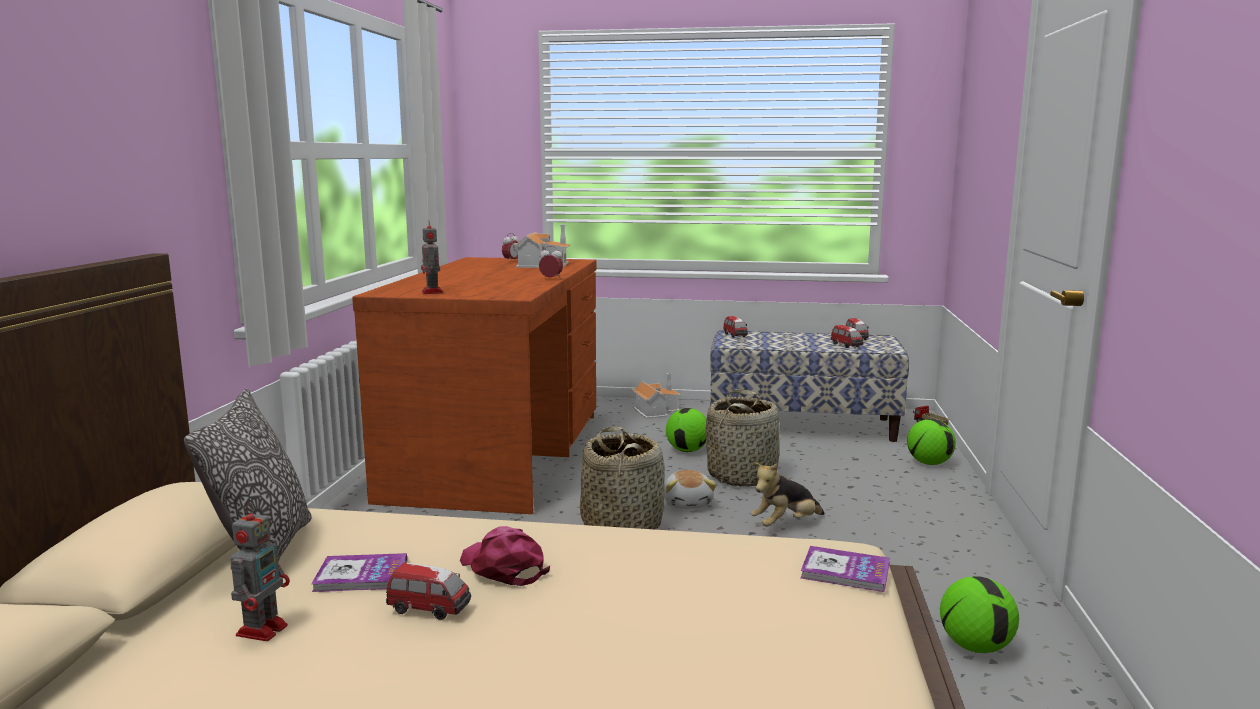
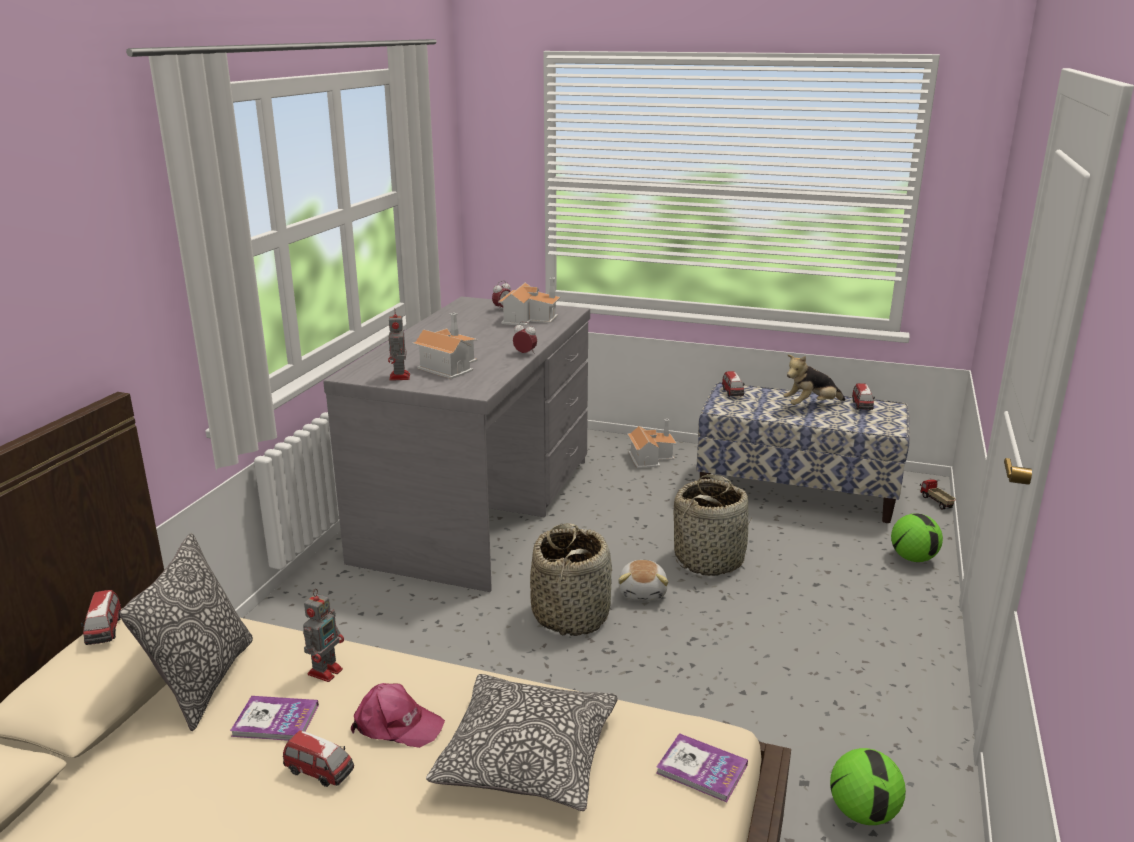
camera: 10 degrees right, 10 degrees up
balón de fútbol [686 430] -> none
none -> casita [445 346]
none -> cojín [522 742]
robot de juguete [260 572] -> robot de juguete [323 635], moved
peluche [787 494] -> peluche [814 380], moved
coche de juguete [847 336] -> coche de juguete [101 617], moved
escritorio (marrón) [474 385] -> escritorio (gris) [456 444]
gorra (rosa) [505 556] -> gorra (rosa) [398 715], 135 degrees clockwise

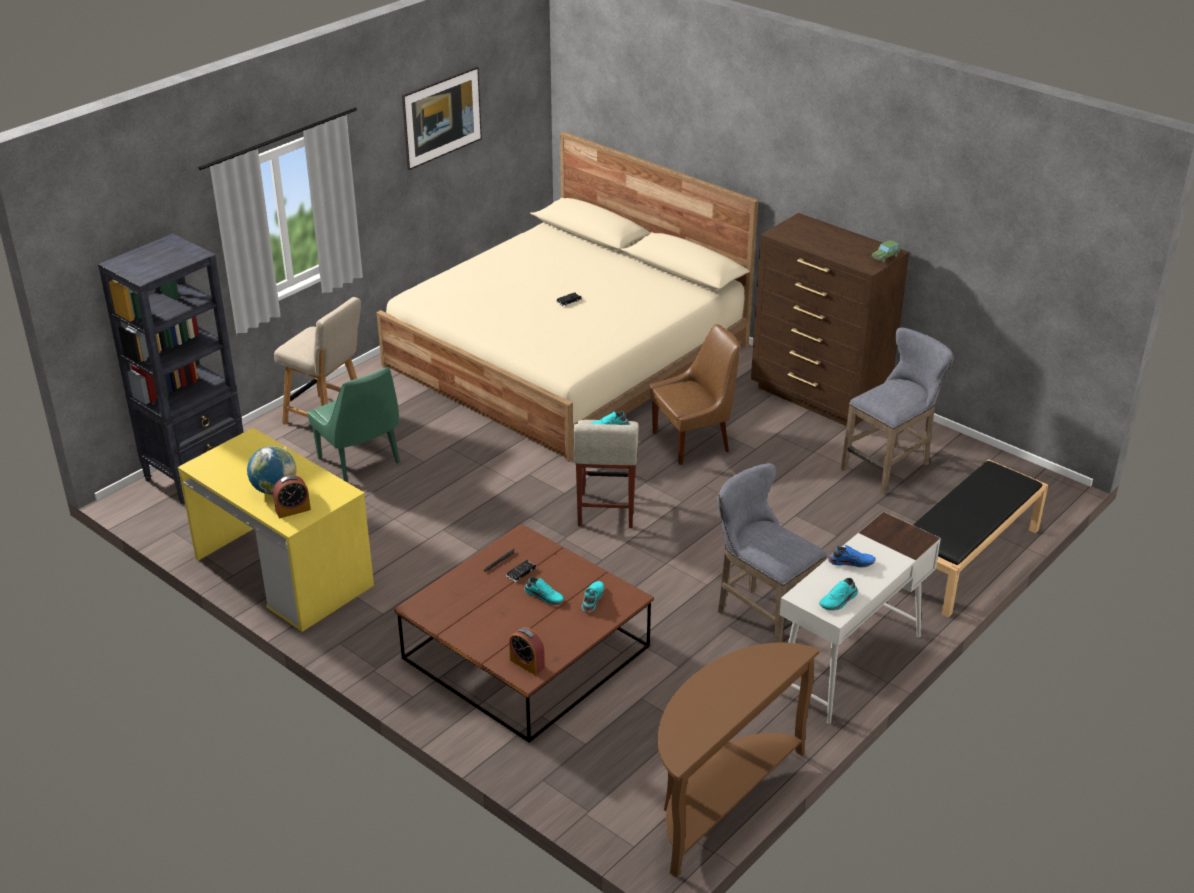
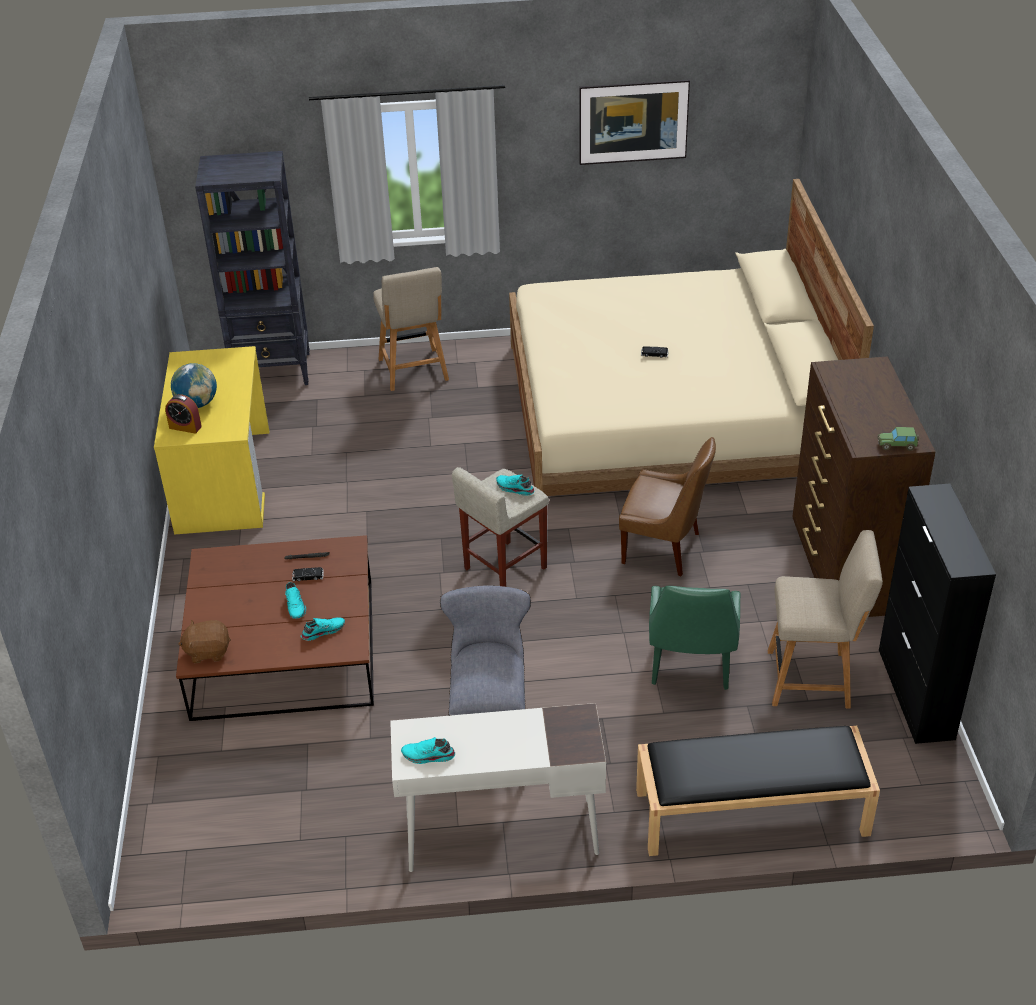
camera: 45 degrees right, 5 degrees up
mesa consola (marrón) [739 760] -> none
zapato (azul) [852 556] -> none
none -> armario (negro) [937 613]
silla (verde) [353 425] -> silla (verde) [695 638], moved
despertador [527 651] -> peluche (marrón) [204 641]
taburete (gris) [897 411] -> silla (beis) [825 619]

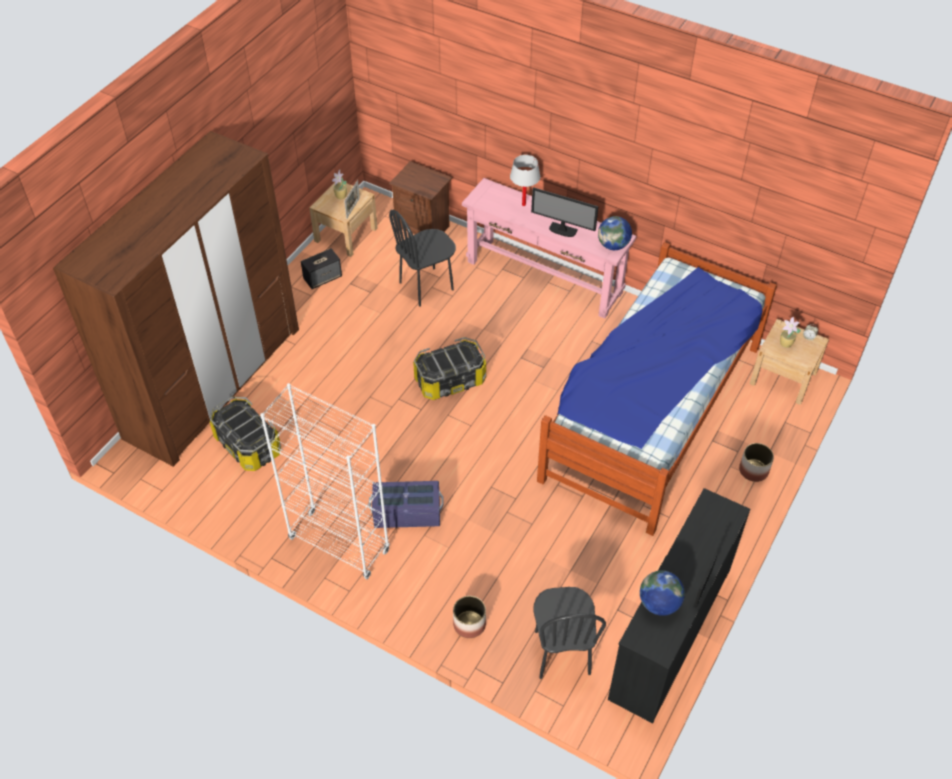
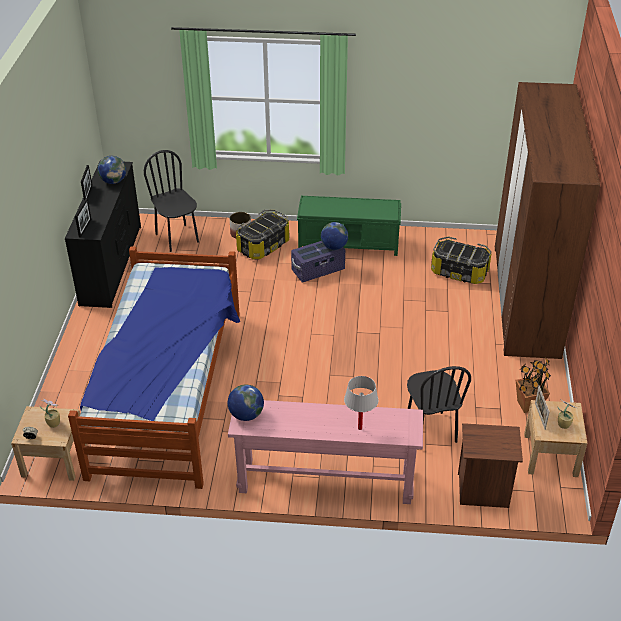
camera: 155 degrees right, 10 degrees down
monitor [564 212] -> none
maceta [756 462] -> none
none -> portarretratos [83 218]
none -> globo terráqueo [334 236]
caja de almacenaje [449 368] -> caja de almacenaje [262 234], moved
estantería (blanco) [325 481] -> banco (verde) [349 226]
altavoz [321 268] -> planta en maceta [533 385]
silla (negro) [422 258] -> silla (negro) [439 408], 135 degrees clockwise

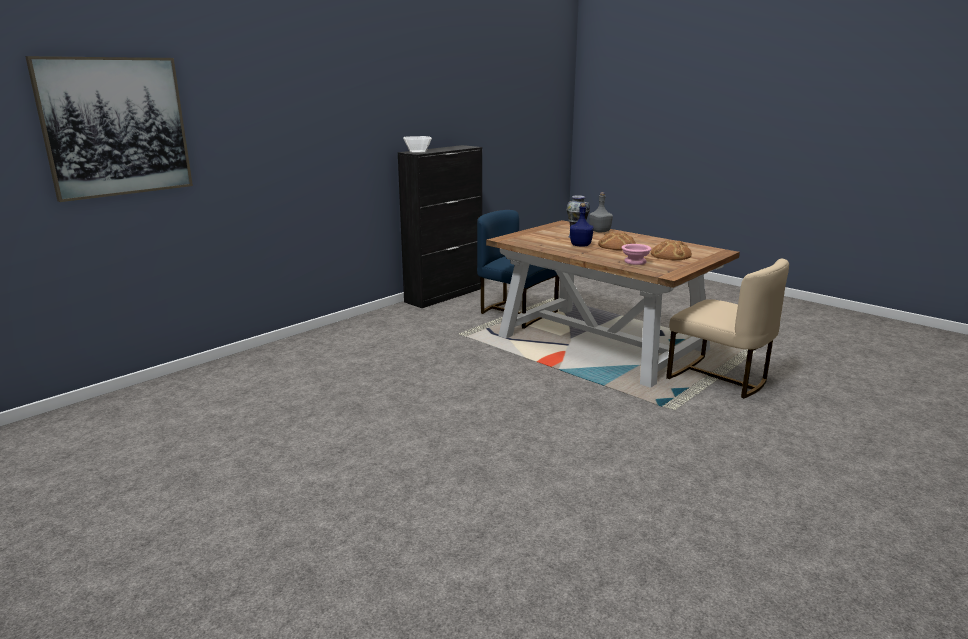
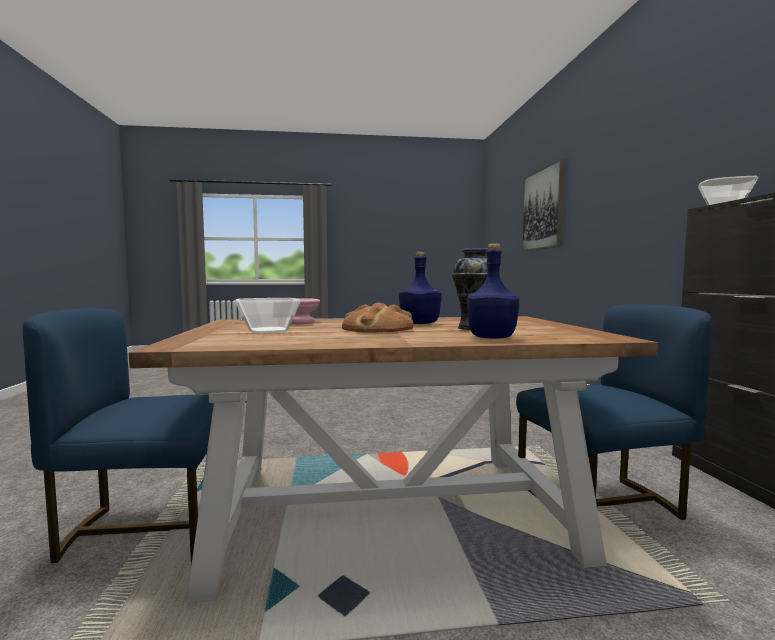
camera: 130 degrees right, 15 degrees down
pan [671 249] -> cuenco [268 315]
botella (gris) [601 212] -> botella (azul) [493 291]
silla (beis) [727 328] -> silla (azul) [118 436]

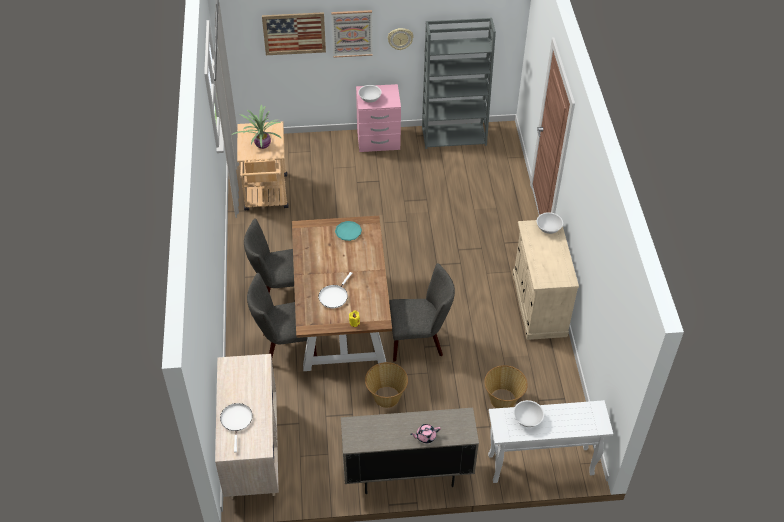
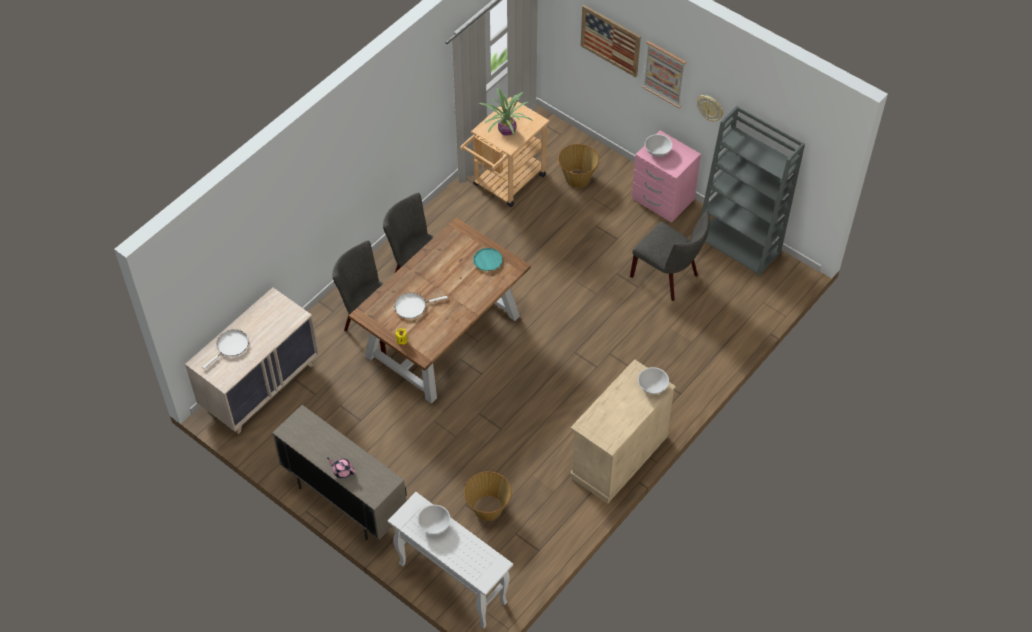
camera: 45 degrees right, 5 degrees up
cesta [386 385] -> cesta [578 166], moved
silla (gris) [422 312] -> silla (gris) [669 256], moved

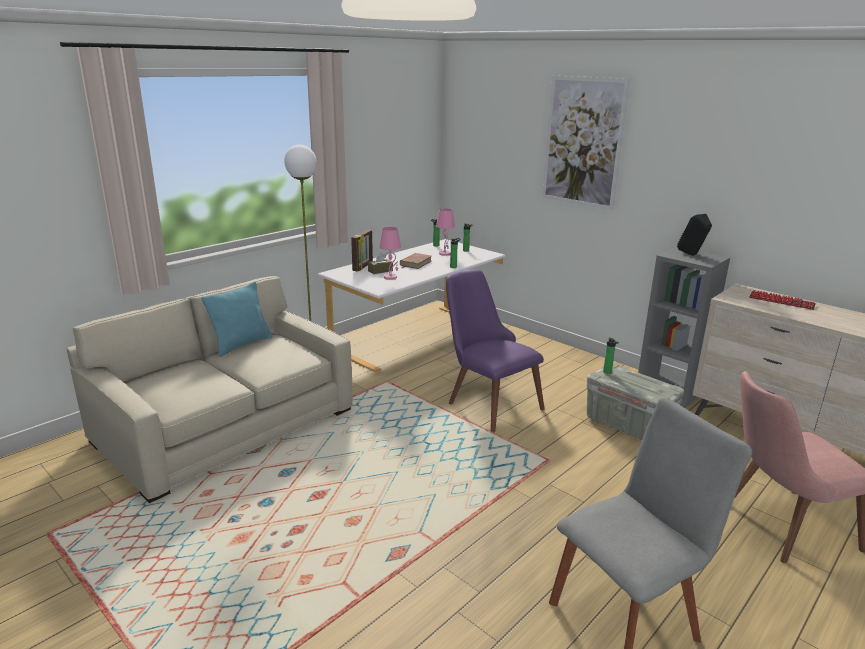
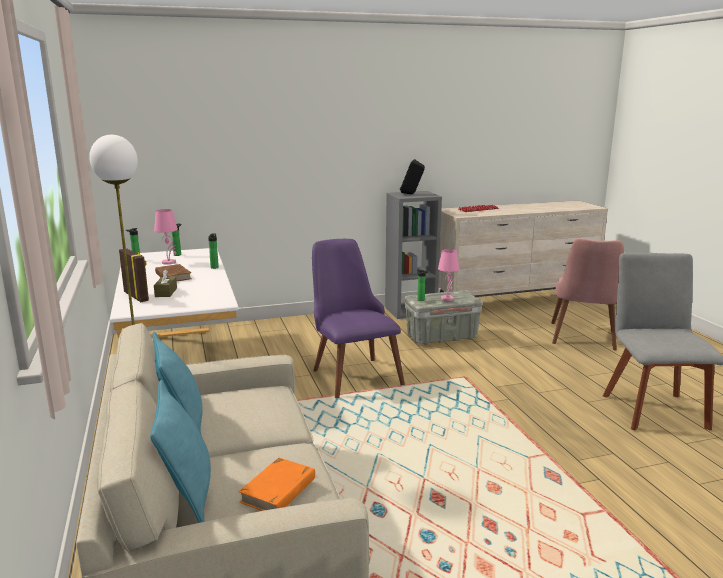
camera: 60 degrees left, 5 degrees down
cuadro [586 143] -> none
none -> cojín (turquesa) [180 451]
none -> libro (naranja) [277 484]
lámpara de mesa (rosa) [390 253] -> lámpara de mesa (rosa) [448 275], moved
silla (morado) [495 350] -> silla (morado) [358 318], 75 degrees clockwise

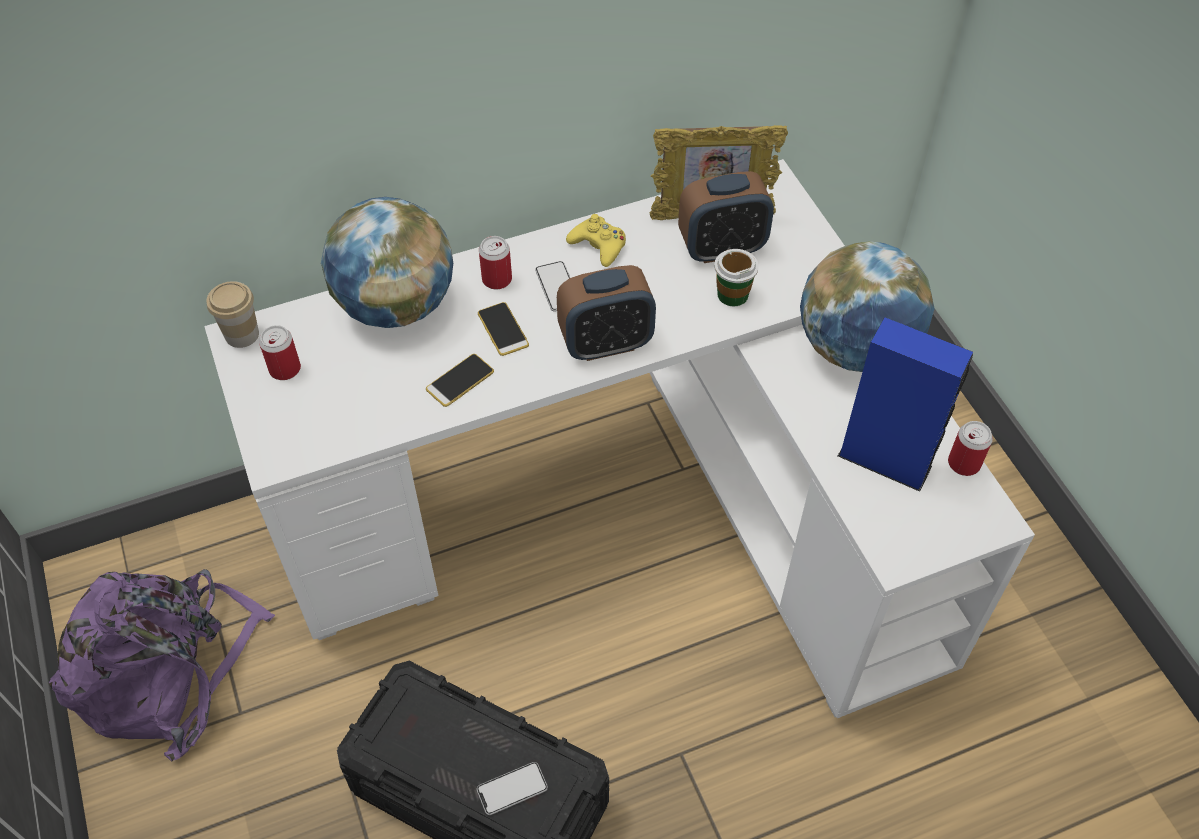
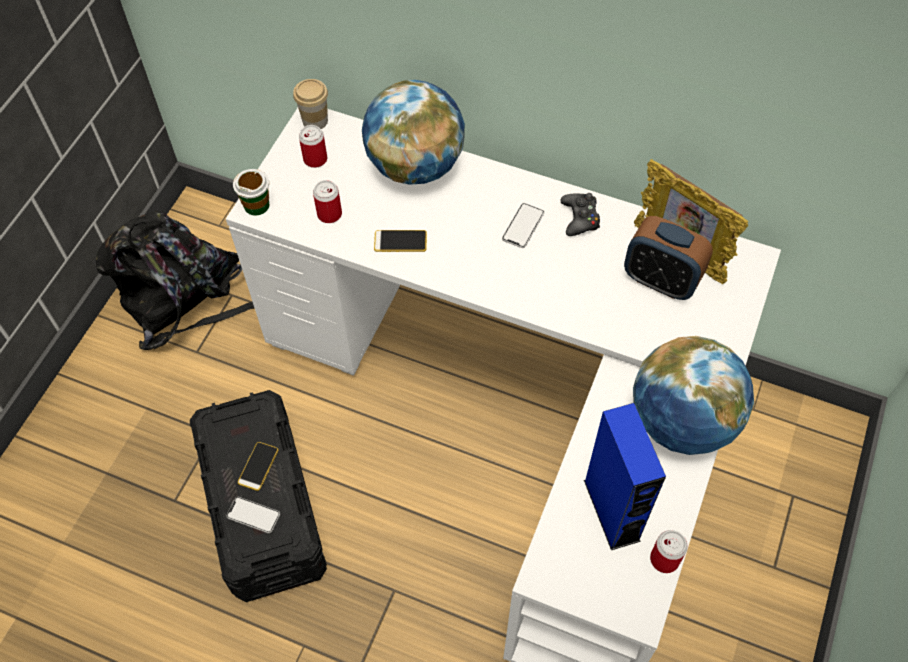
camera: 45 degrees right, 5 degrees up
despertador [606 313] -> none
móvil [503 329] -> móvil [258 466], moved
lata [495 263] -> lata [327 201], moved
taza [736 277] -> taza [251 192], moved
mochila (morado) [162 665] -> mochila (negro) [175 280]
mando de consola (amarillo) [596 240] -> mando de consola (negro) [580 214]

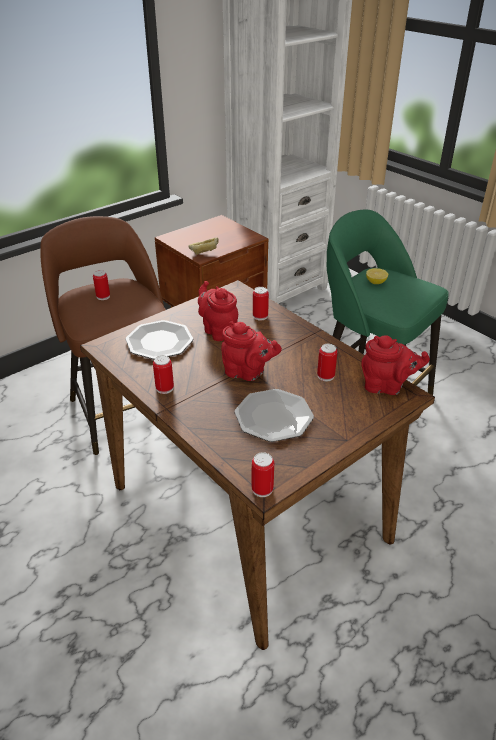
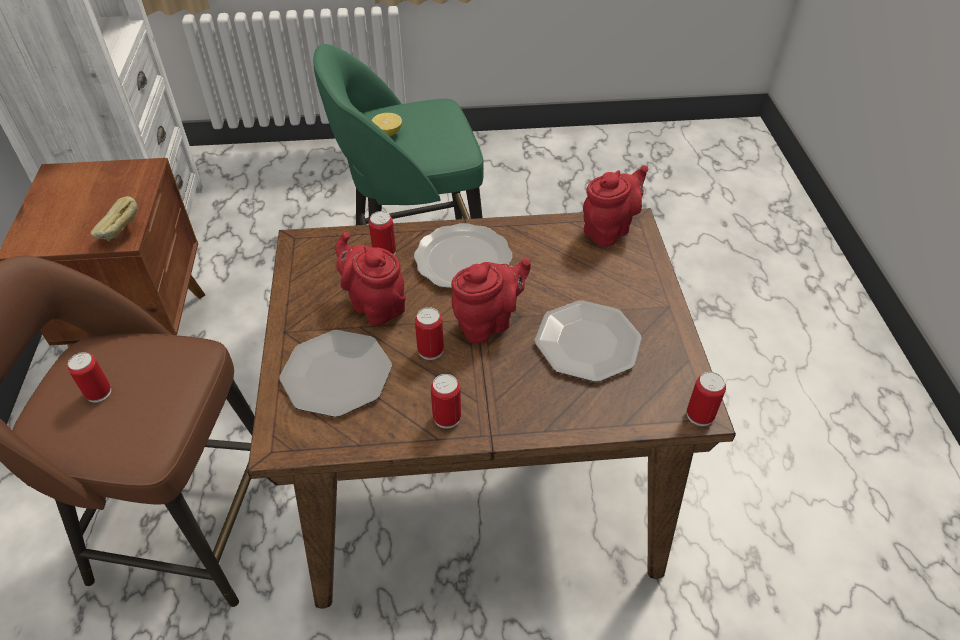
camera: 55 degrees left, 10 degrees up
none -> plato [463 256]
lata [327 362] -> lata [429 333], moved
tetera (rojo) [218 311] -> tetera (rojo) [370 278], 45 degrees clockwise

